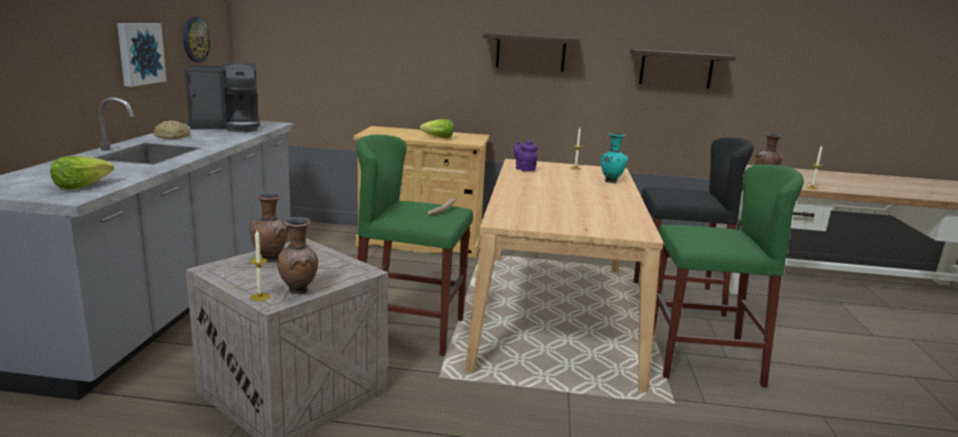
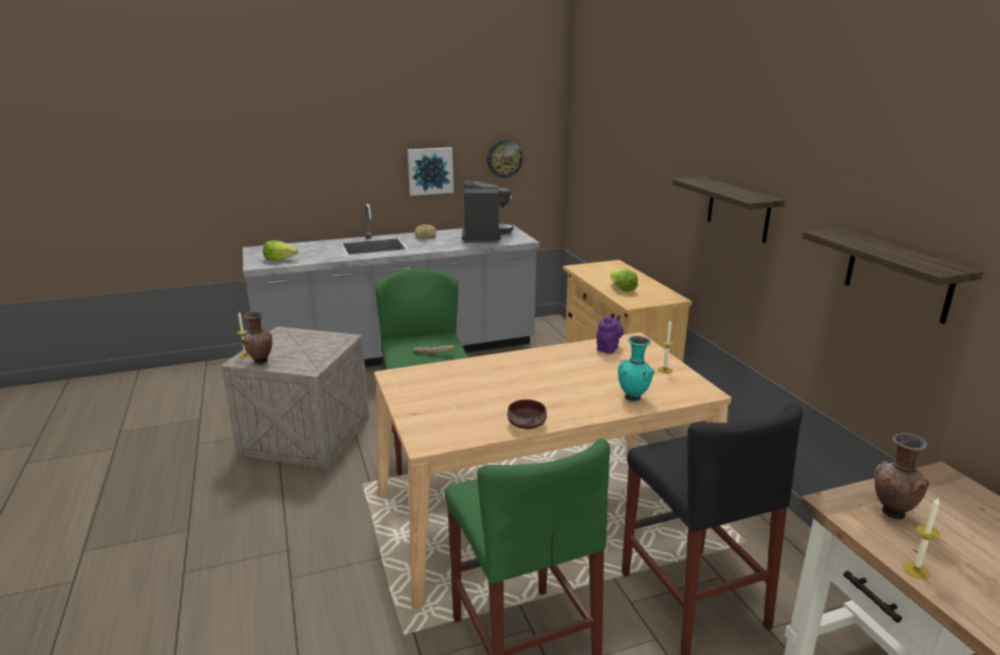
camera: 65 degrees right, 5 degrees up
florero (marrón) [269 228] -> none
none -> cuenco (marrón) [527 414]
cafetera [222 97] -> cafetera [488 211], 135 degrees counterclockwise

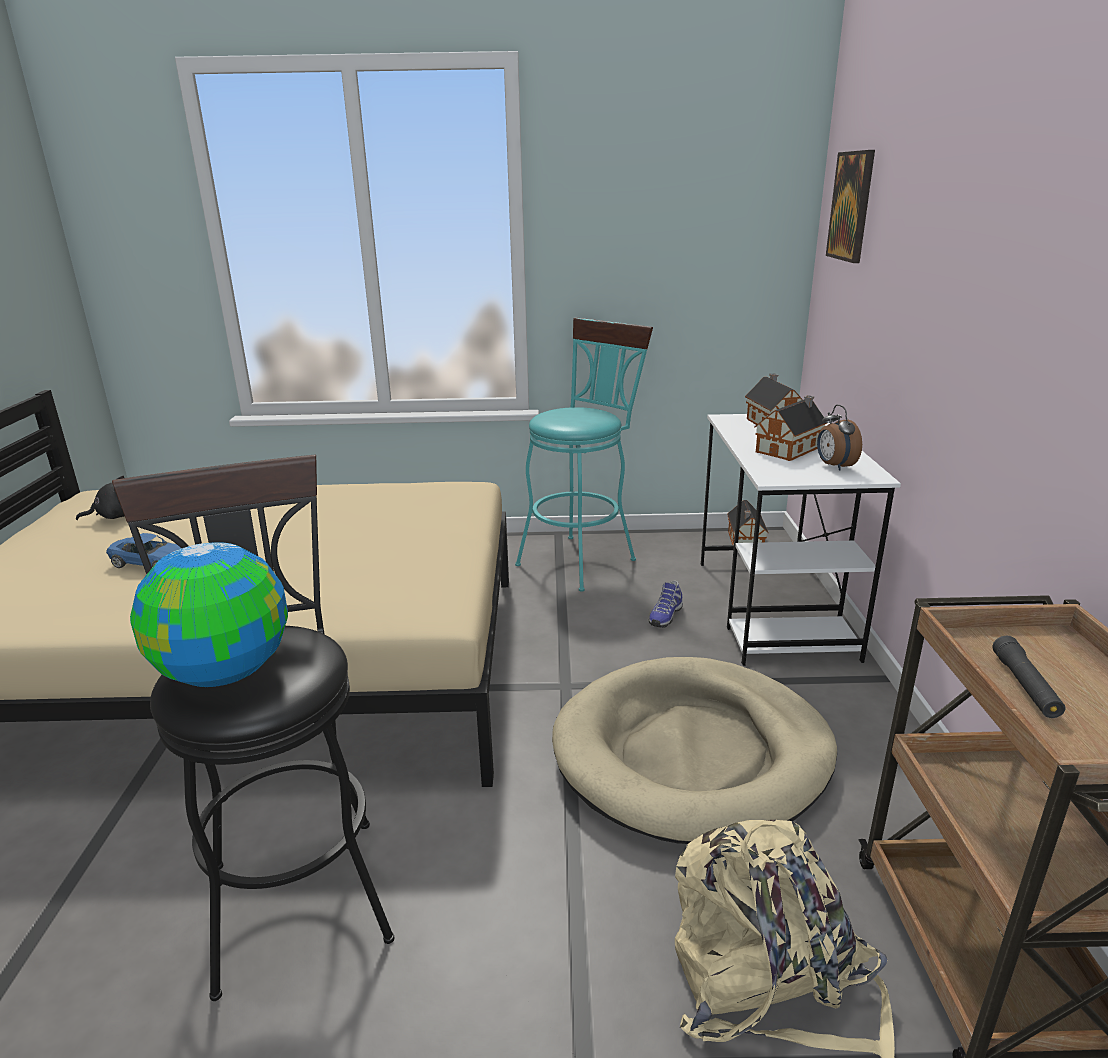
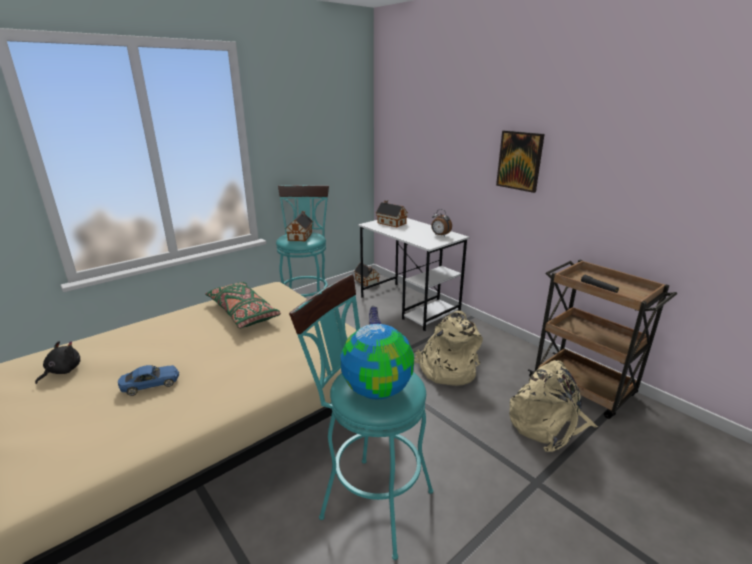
camera: 40 degrees left, 0 degrees up
none -> cojín (verde) [243 305]
casita [790 428] -> casita [299 226], moved
cuadro [850 206] -> cuadro [520 161], moved
cama para perro (beis) [694 750] -> mochila (beis) [448 348]
taburete (negro) [253 727] -> taburete (turquesa) [361 417]

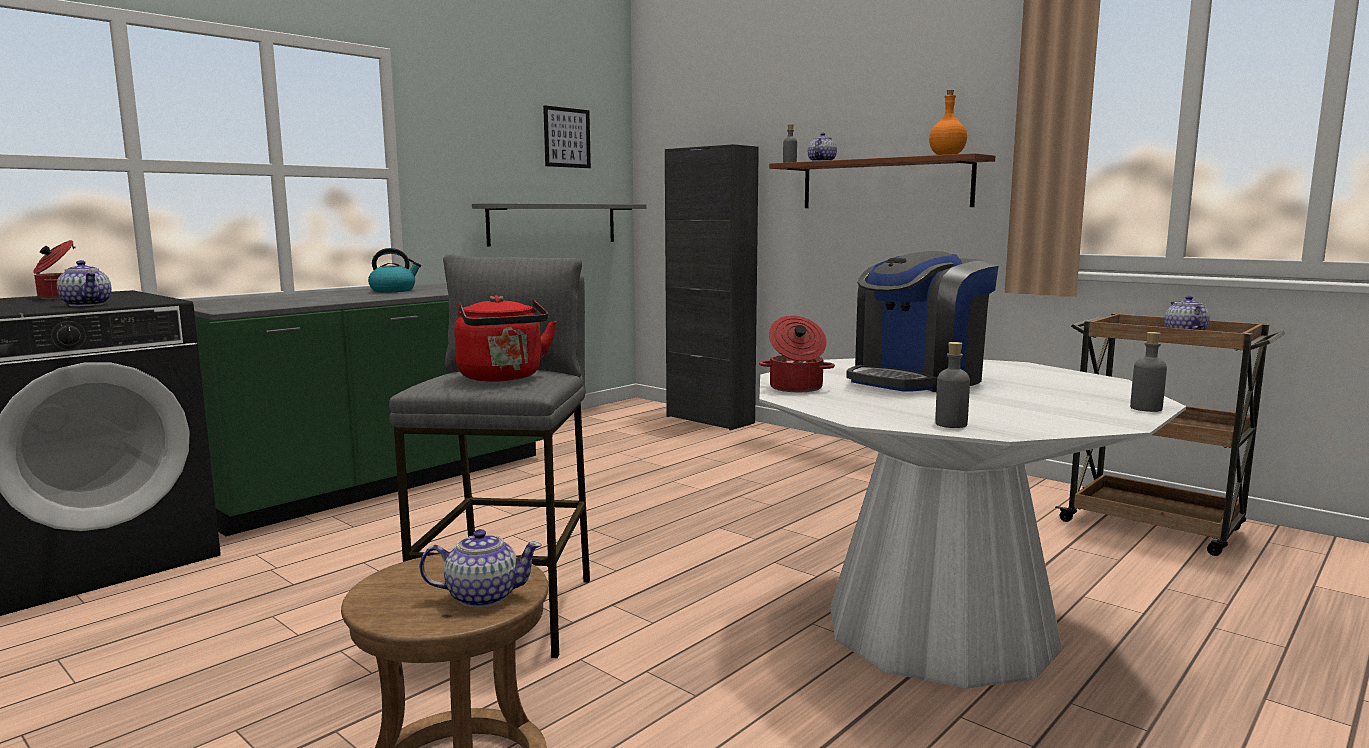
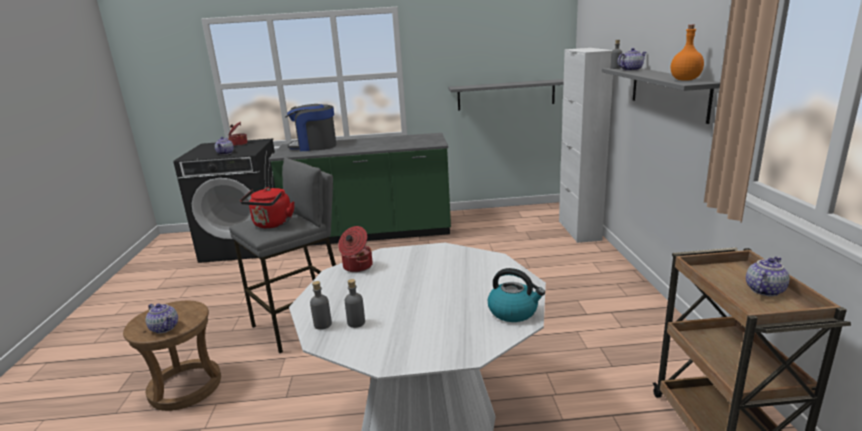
camera: 45 degrees right, 10 degrees up
cuadro [567 136] -> none
hervidor [394 270] -> hervidor [516 295], moved
cafetera [922 321] -> cafetera [311 127], moved
botella (gris) [1148 372] -> botella (gris) [355 303], moved
armario (negro) [712 287] -> armario (blanco) [586 145]
estante (marrón) [882 180] -> estante (gris) [661 96]

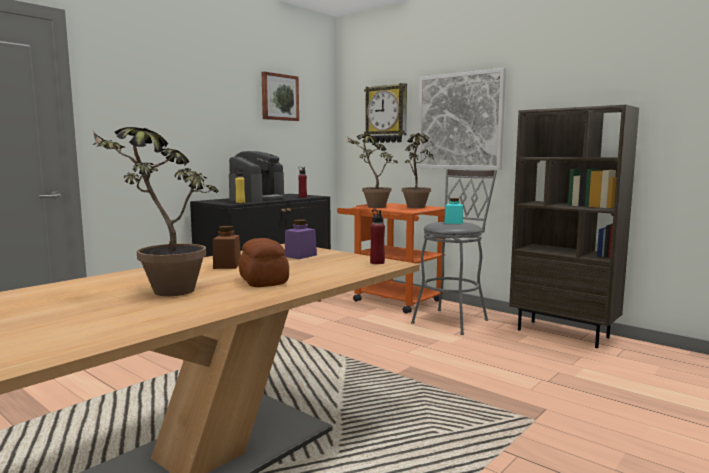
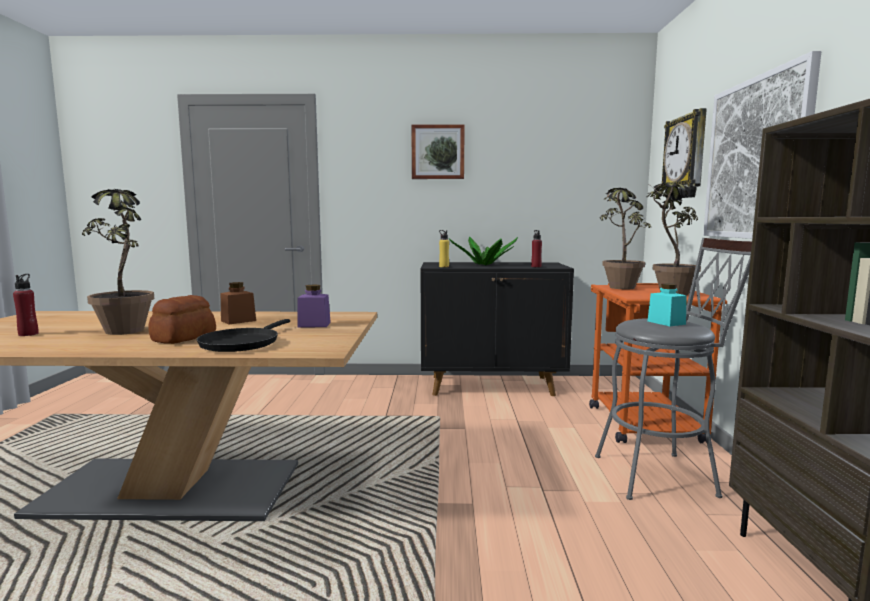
camera: 50 degrees right, 0 degrees up
none -> sartén (negro) [243 335]
cuadro [280 96] -> cuadro [438 151], moved
botella (rojo) [377 236] -> botella (rojo) [26 305], moved
cafetera [256 176] -> planta en maceta [483 250]

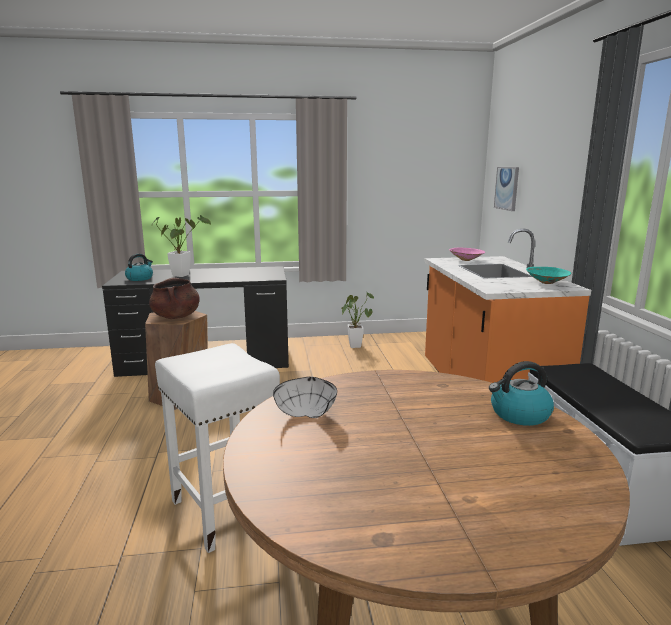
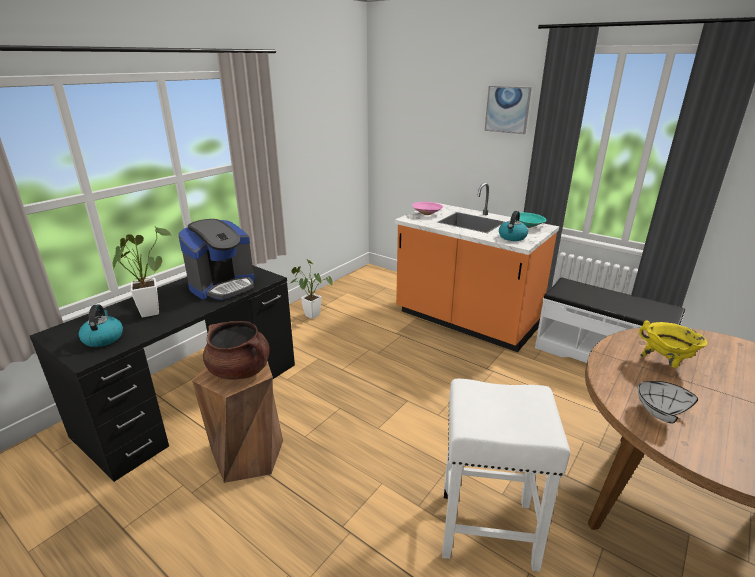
camera: 45 degrees left, 10 degrees up
none -> cafetera [217 259]
none -> olla (amarillo) [673 344]
hervidor [521 393] -> hervidor [513 226], moved
cuadro [506 189] -> cuadro [508 110], moved

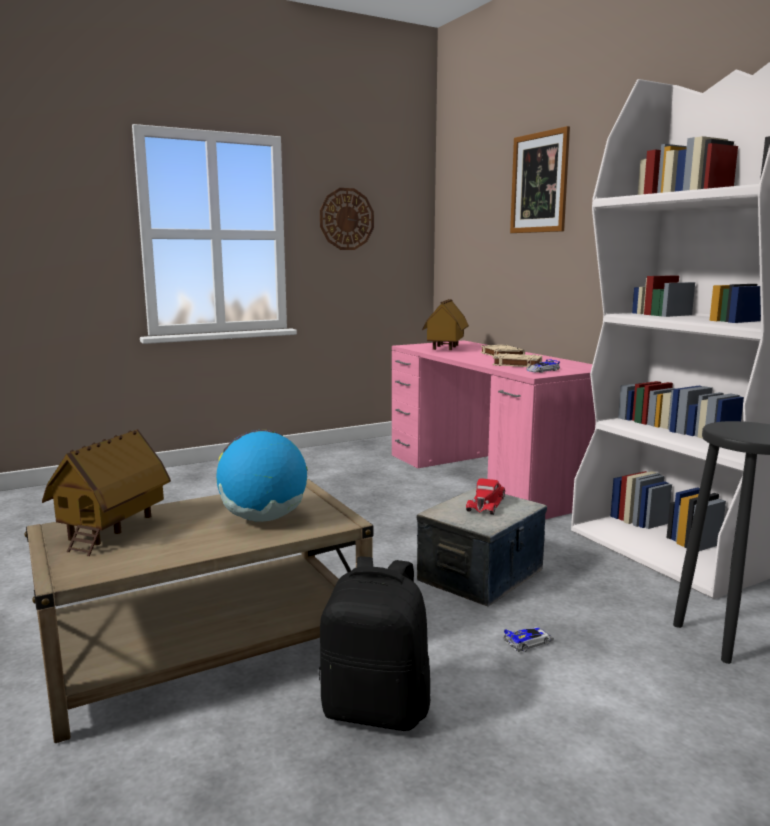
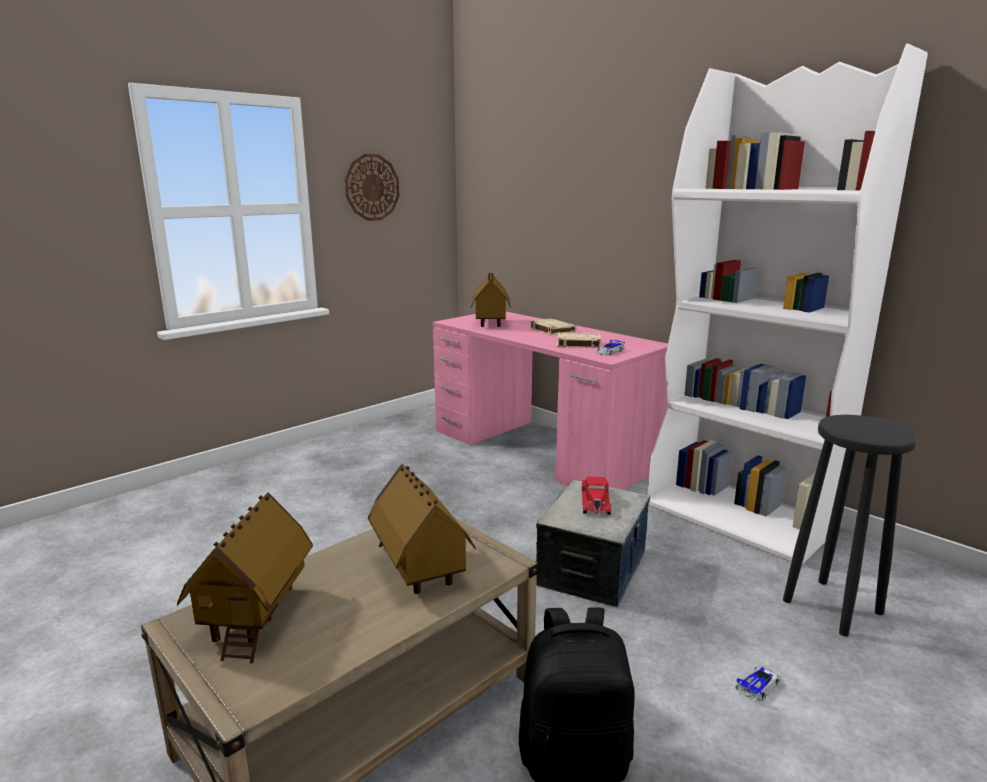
camera: 15 degrees left, 5 degrees up
cuadro [540 179] -> none
coche de juguete [528 639] -> coche de juguete [758 684], moved
globo terráqueo [261 476] -> casita [422 529]

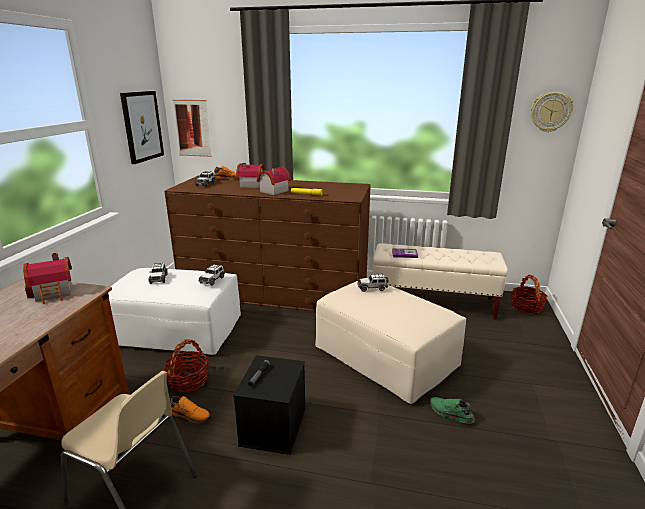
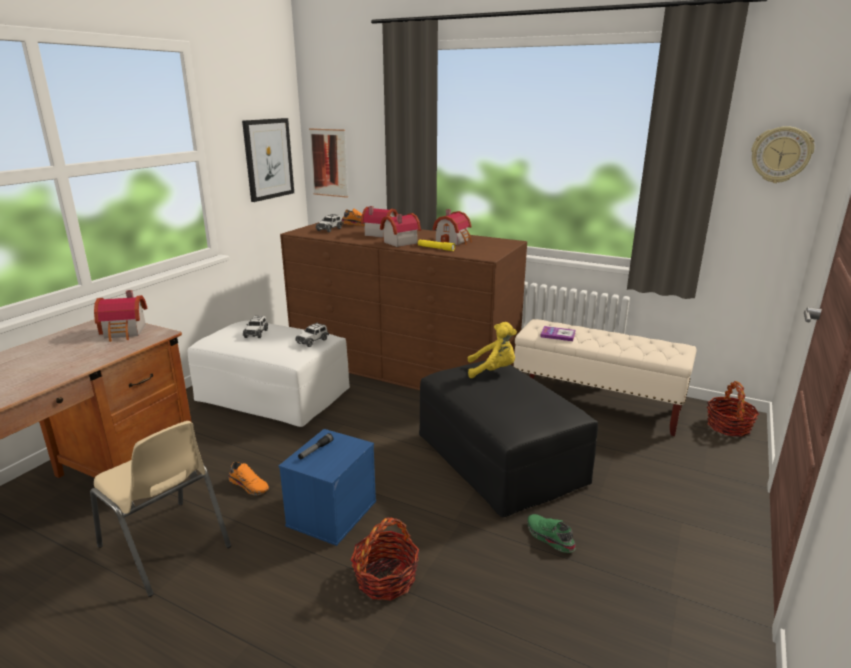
camera: 15 degrees right, 0 degrees up
none -> casita [452 227]
cesta [186 365] -> cesta [385 559], moved
coche de juguete [372 283] -> peluche (amarillo) [492 350]
caja de almacenaje (negro) [269 405] -> caja de almacenaje (azul) [327 487]
puf (beis) [390 342] -> puf (negro) [508 439]

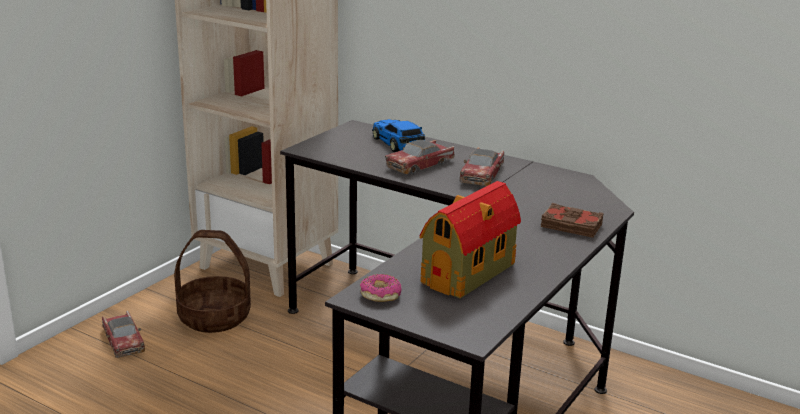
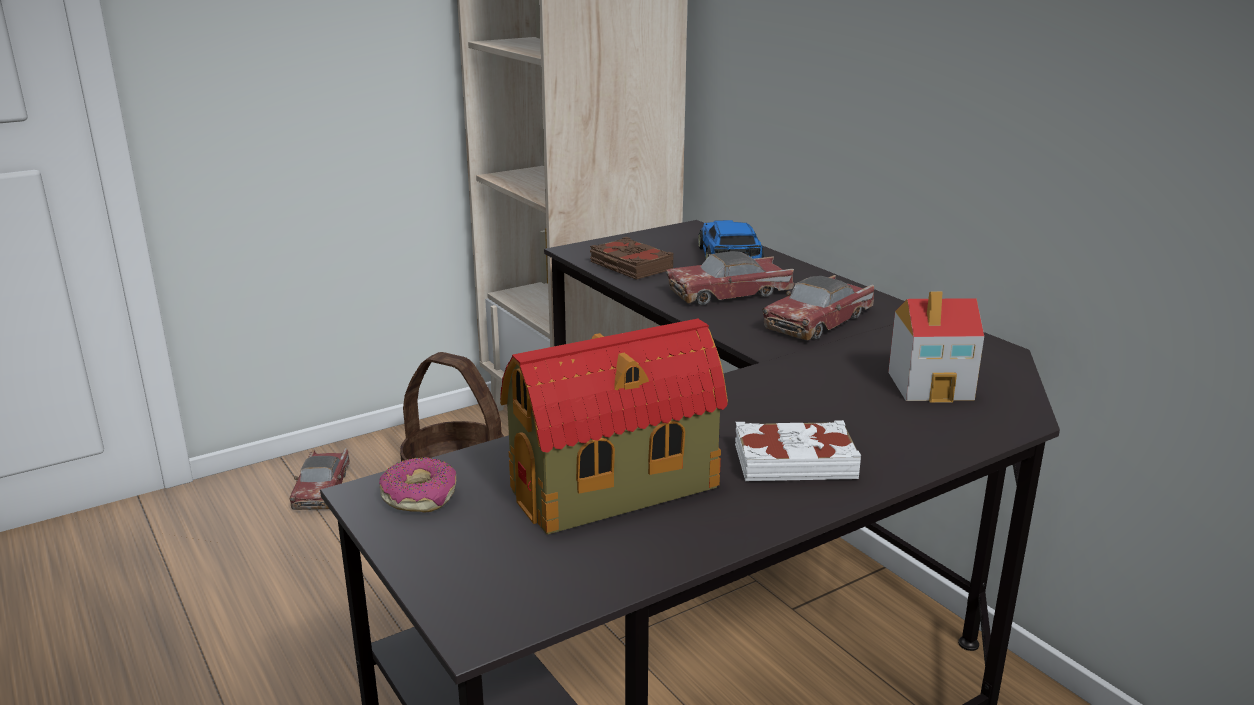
camera: 25 degrees right, 0 degrees up
none -> libro (blanco) [798 450]
none -> casita [936 347]
libro (marrón) [572 220] -> libro (marrón) [632 258], moved

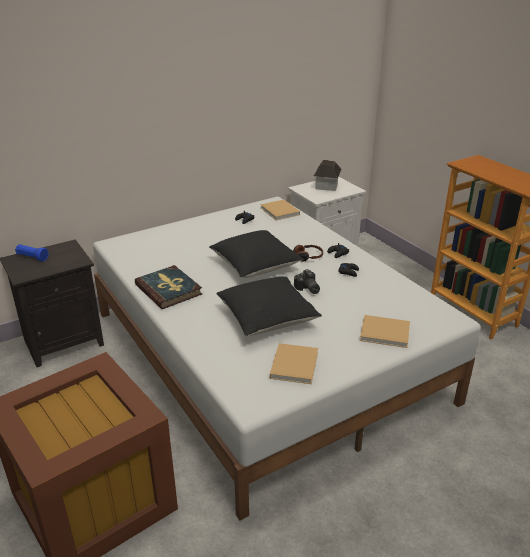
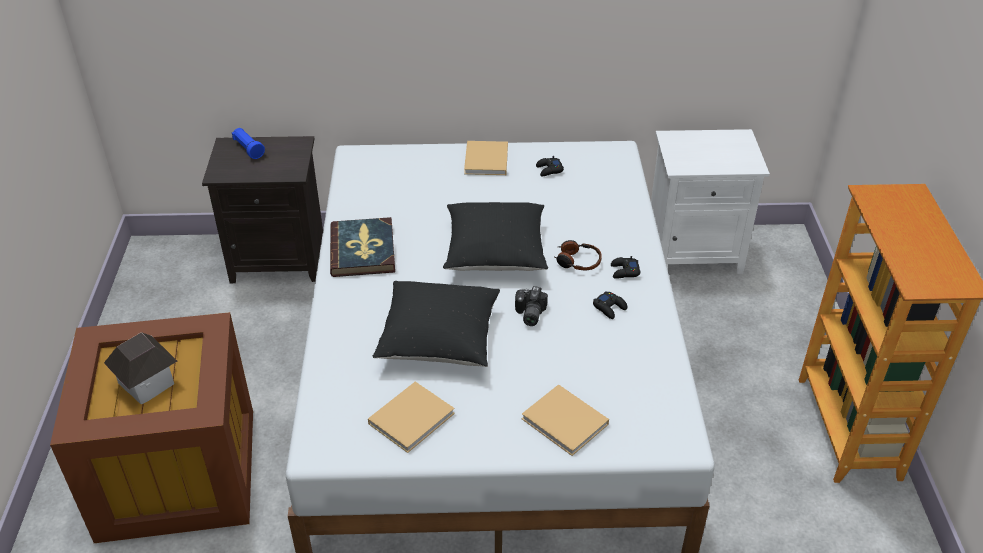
camera: 30 degrees right, 10 degrees up
libro (beis) [280 209] -> libro (beis) [486 158], moved
casita [328 175] -> casita [140 368], moved

